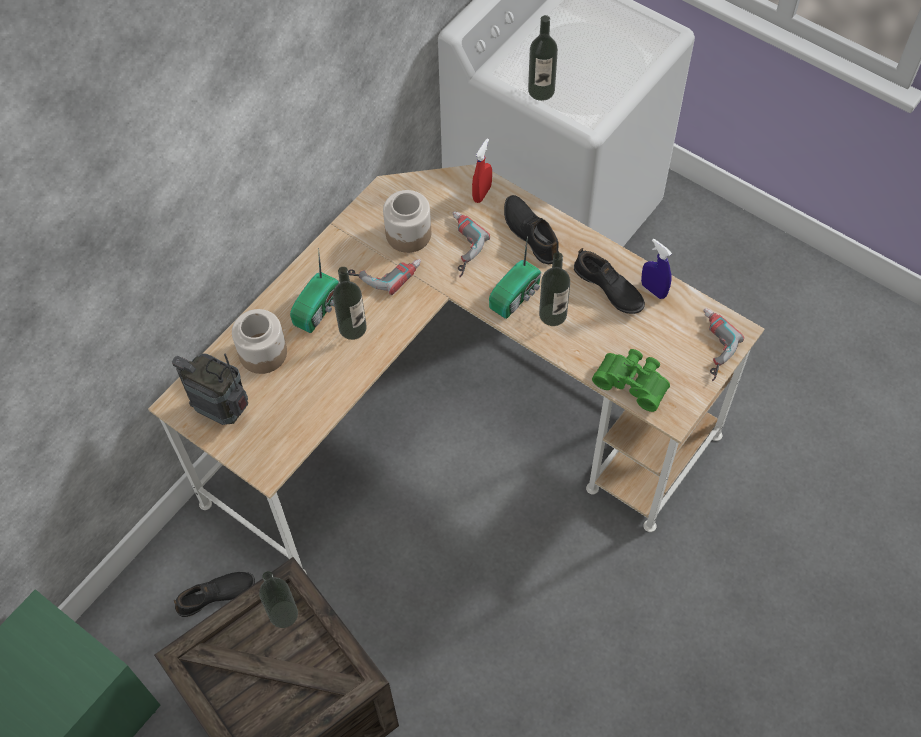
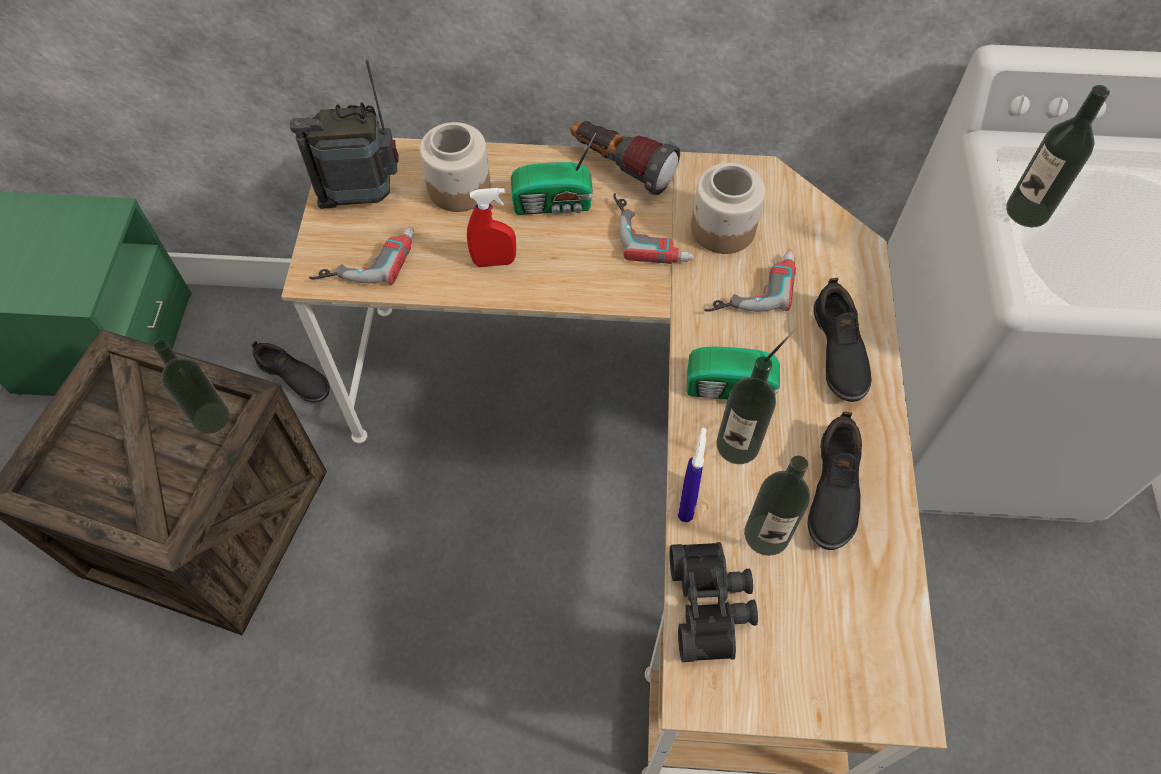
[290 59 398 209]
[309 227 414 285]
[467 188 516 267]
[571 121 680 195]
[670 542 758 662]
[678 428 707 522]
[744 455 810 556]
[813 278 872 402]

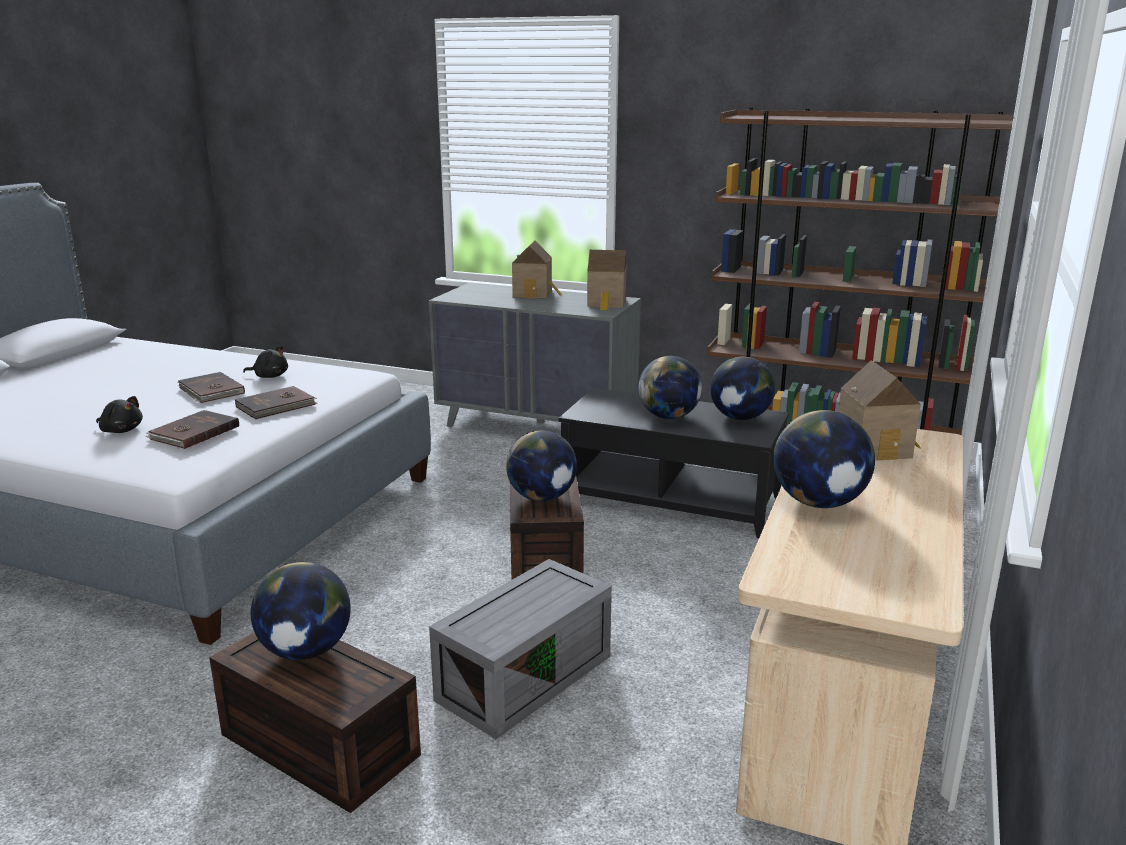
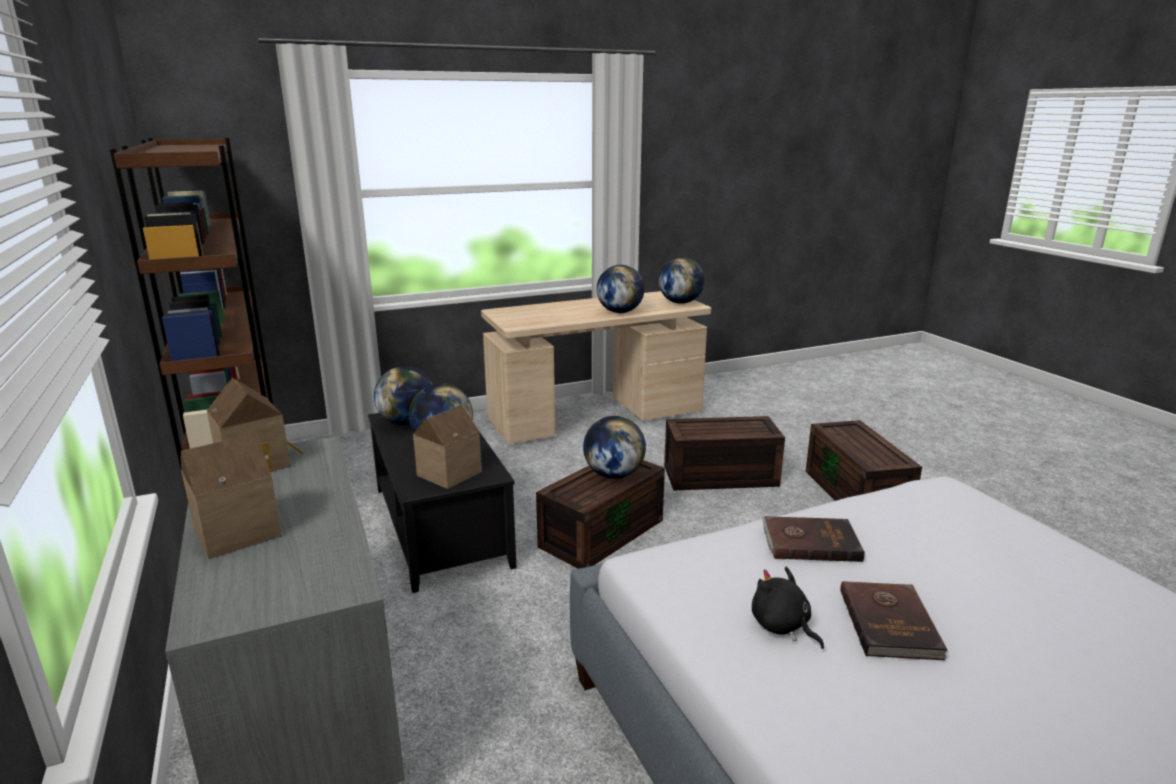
[413 405 482 489]
[659 257 705 304]
[664 416 785 490]
[96 396 143 433] (first image)
[146 410 239 449] (first image)

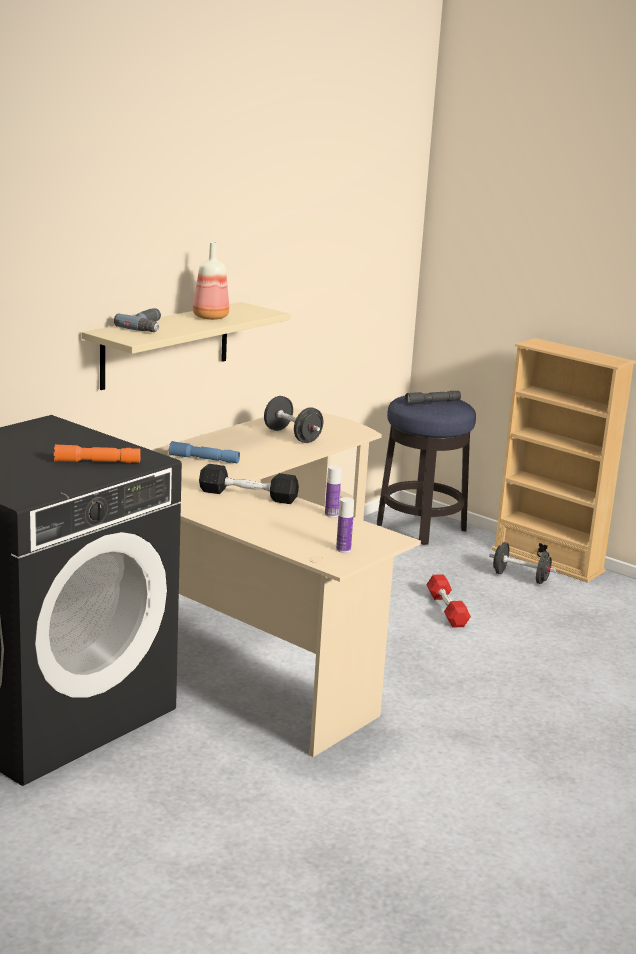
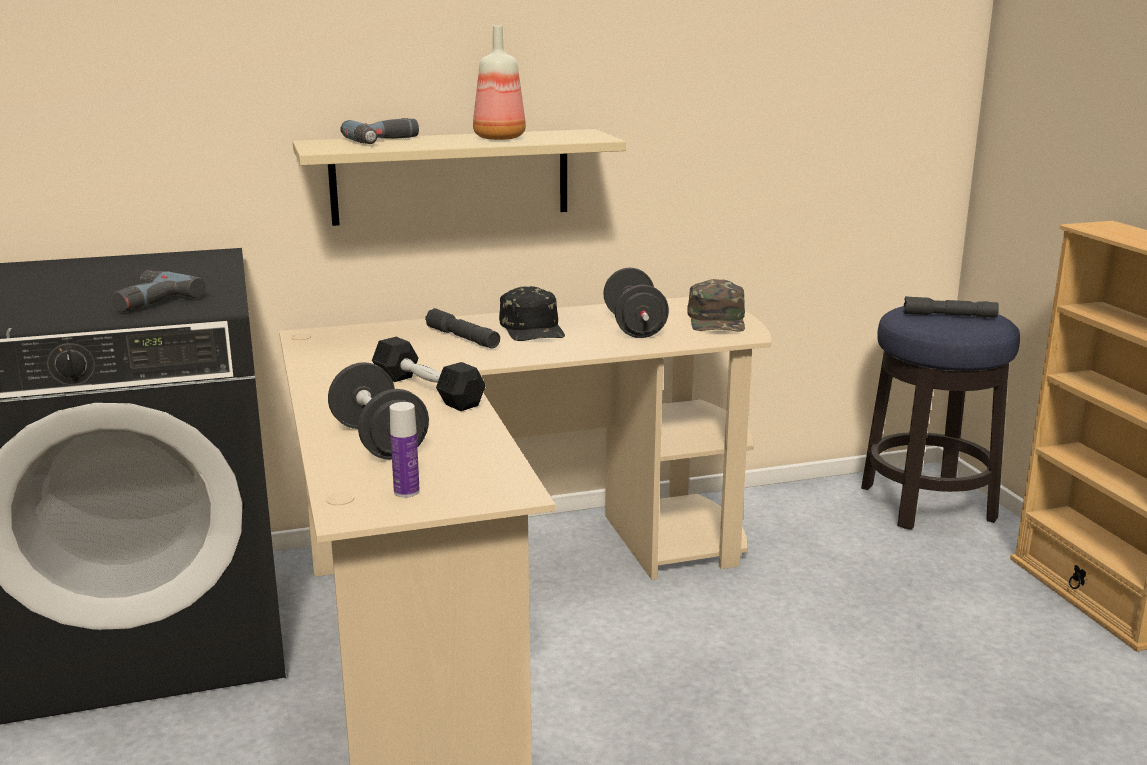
[112 270 206 312]
[328 362 429 460]
[425 308 500 349]
[499 286 565 341]
[687 279 745 332]
[325 465 342 517] (first image)
[427 574 471 628] (first image)

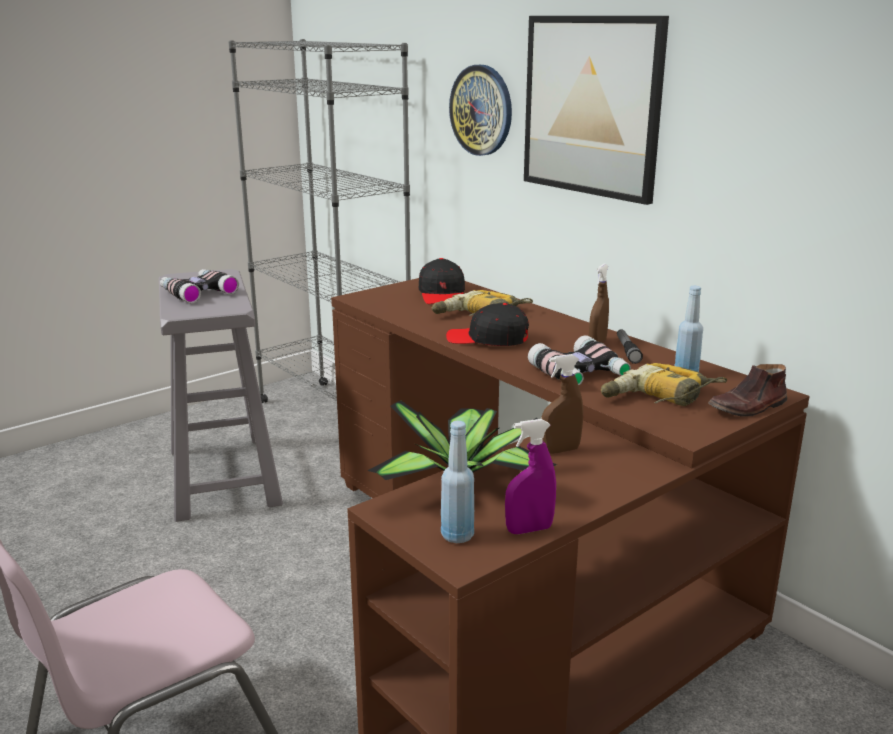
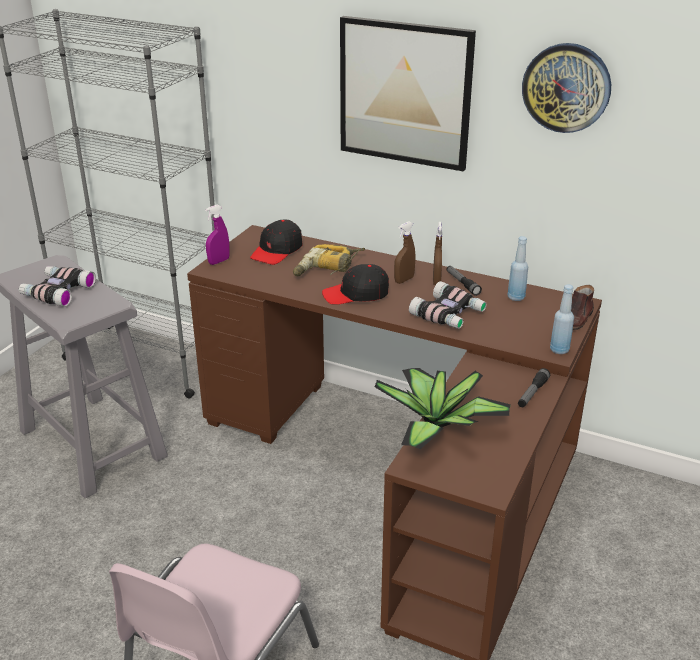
[205 205 230 265]
[250 220 302 265]
[394 221 416 284]
[518 368 550 407]
[522 43 611 133]
[550 284 574 354]
[601 363 727 406] (first image)

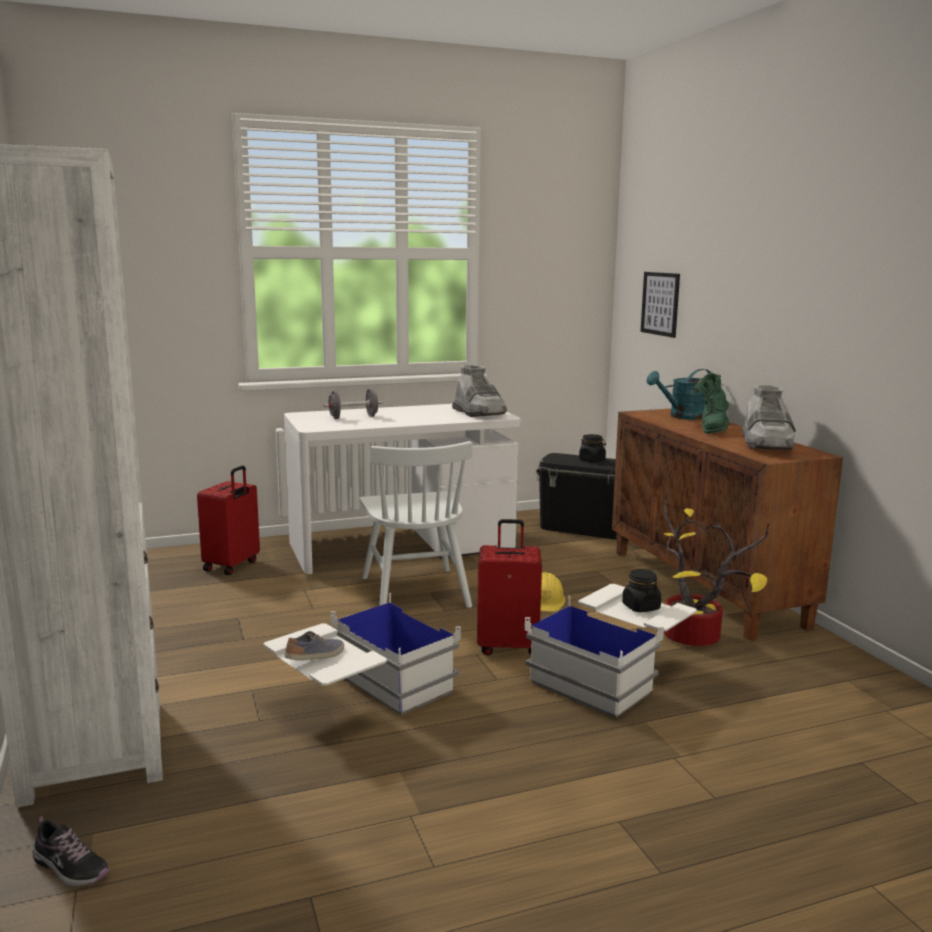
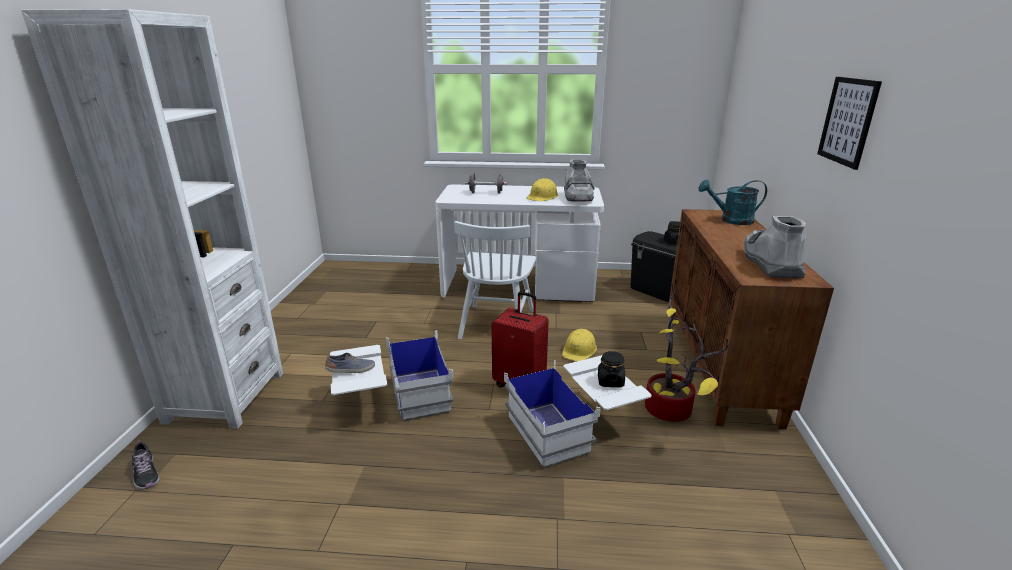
[527 178 558 201]
[744 216 806 278]
[817 77 882 170]
[197 466 260 575] (first image)
[695 372 729 434] (first image)

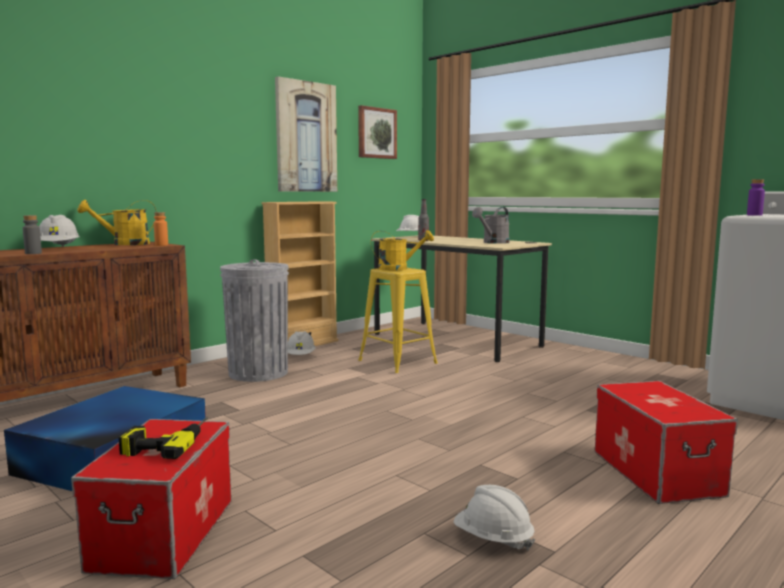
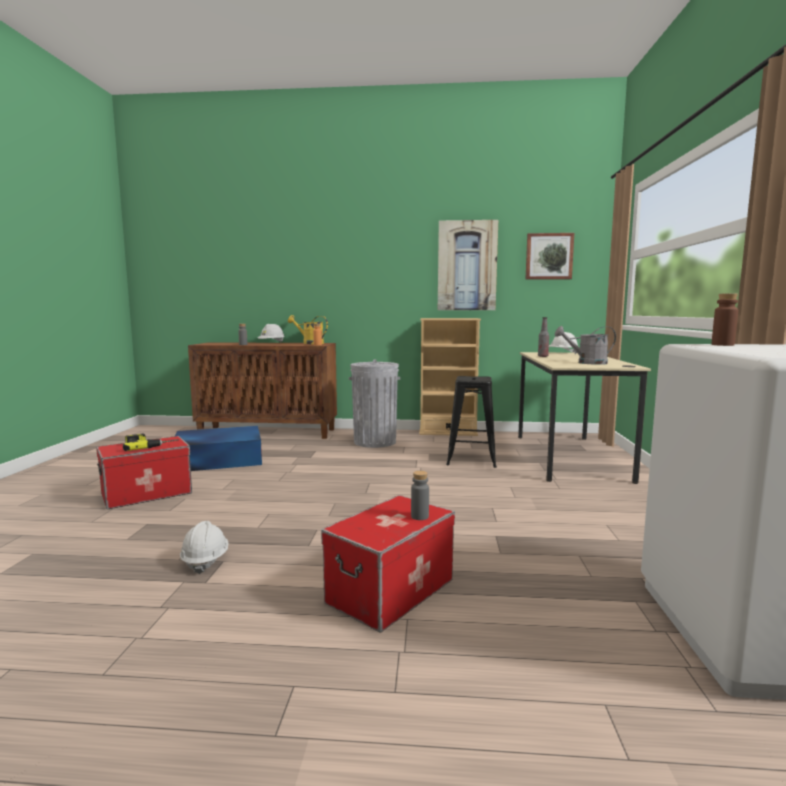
[411 471 429 520]
[446 376 497 468]
[712 293 738 346]
[288 331 316 355] (first image)
[371 230 434 271] (first image)

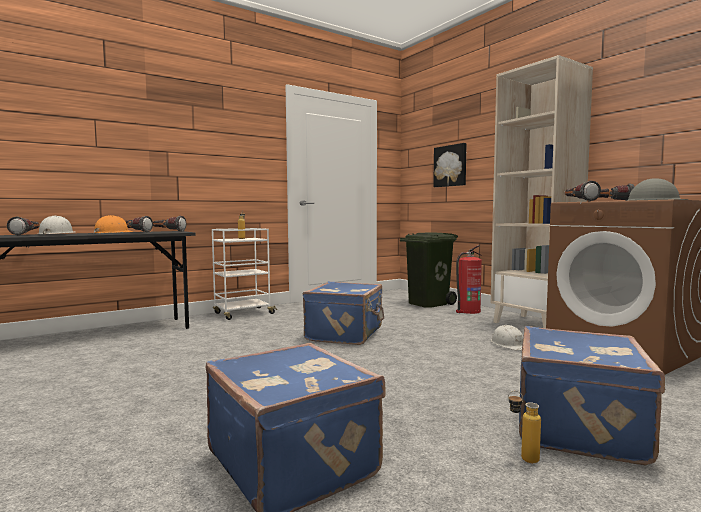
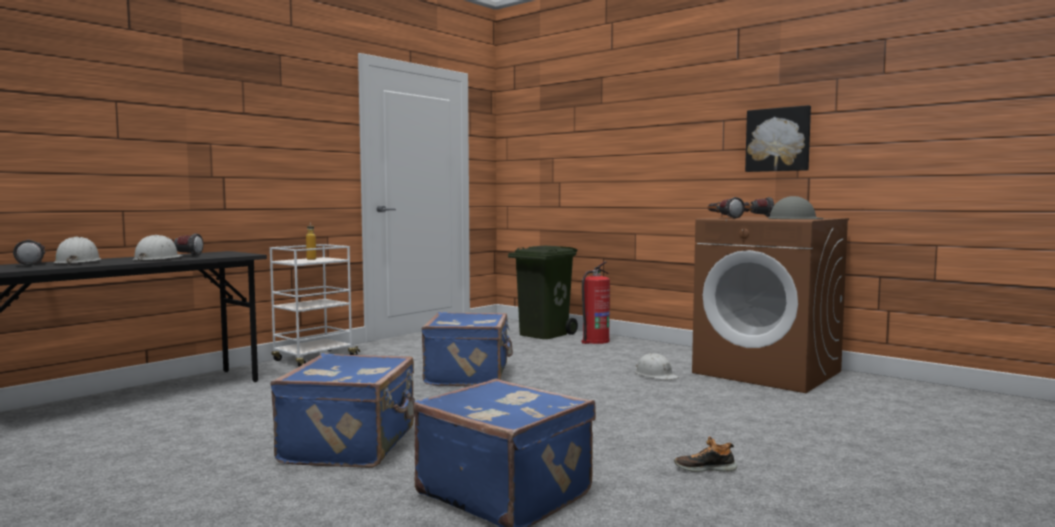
[133 235 184 261]
[270 353 415 468]
[674 437 737 472]
[745 105 811 172]
[153 216 187 232] (first image)
[491 55 593 328] (first image)

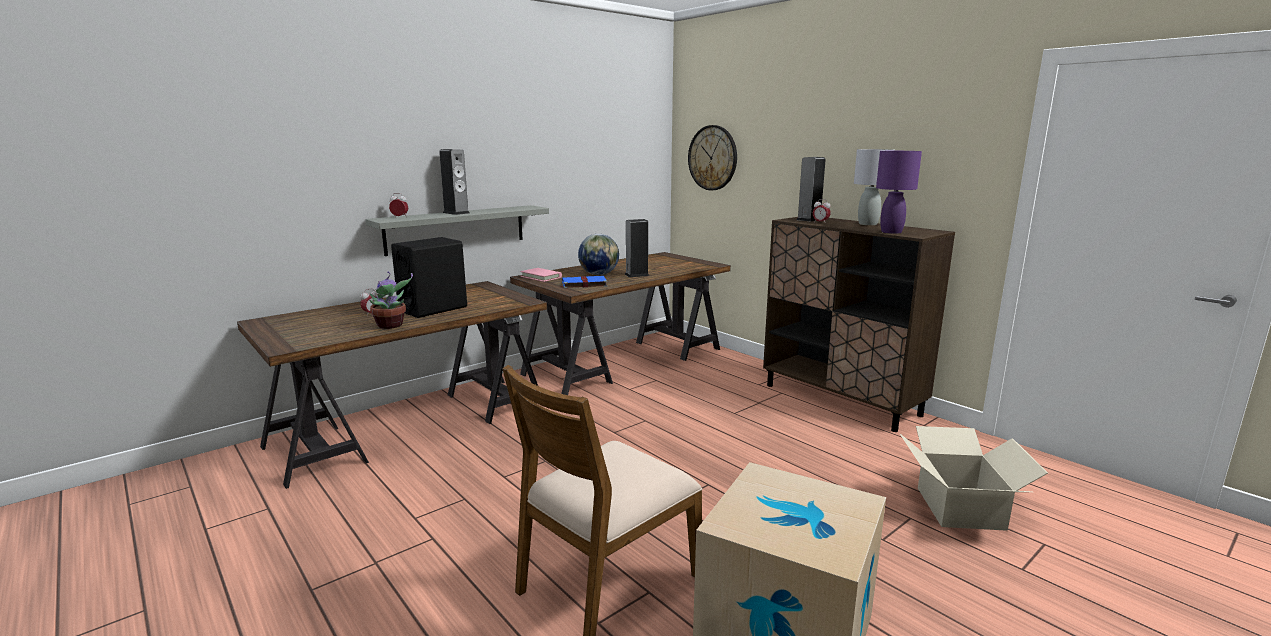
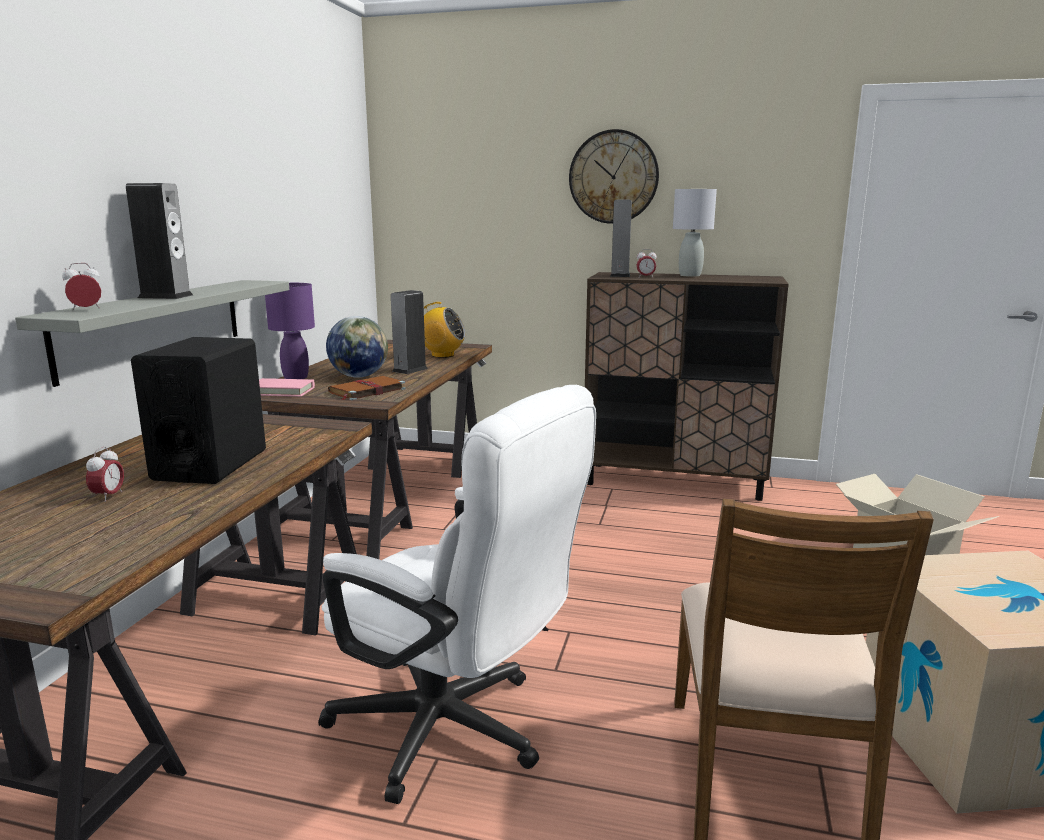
[265 283 315 379]
[318 385 596 804]
[328 376 406 400]
[424 302 466 358]
[569 129 659 224]
[369 272 413 329] (first image)

